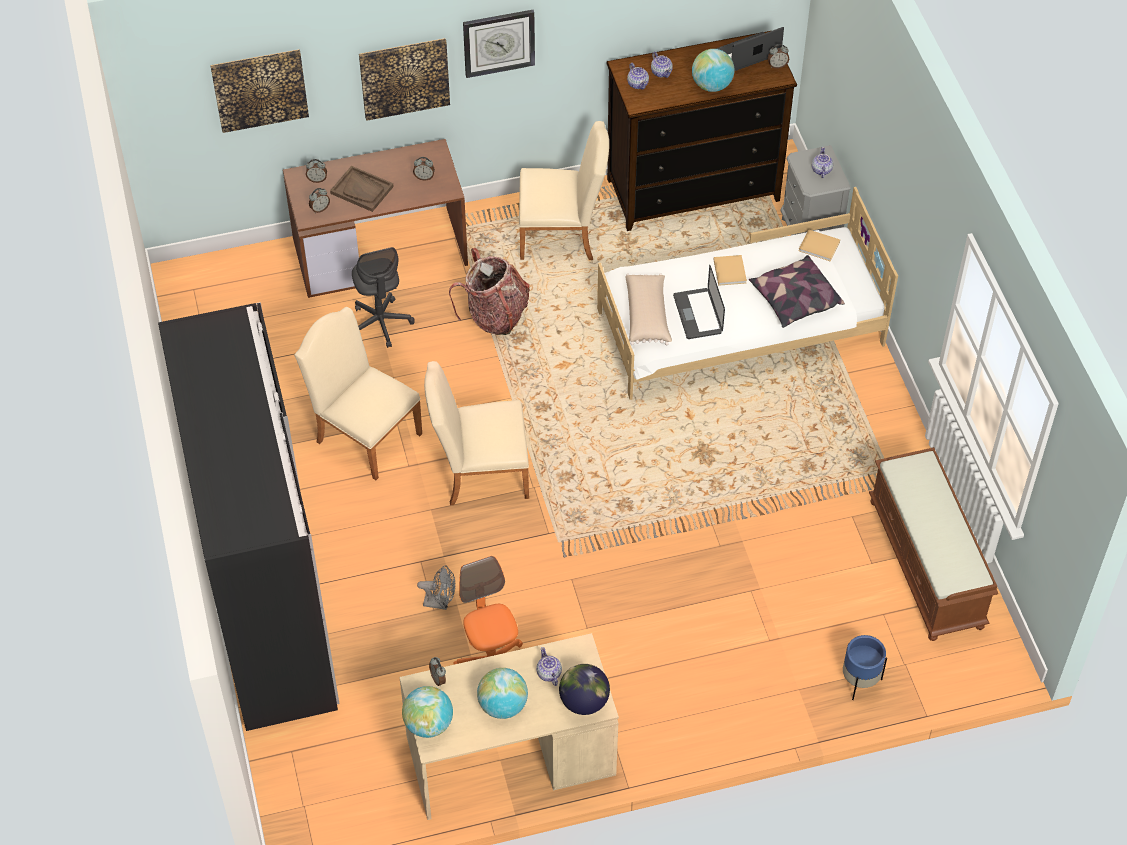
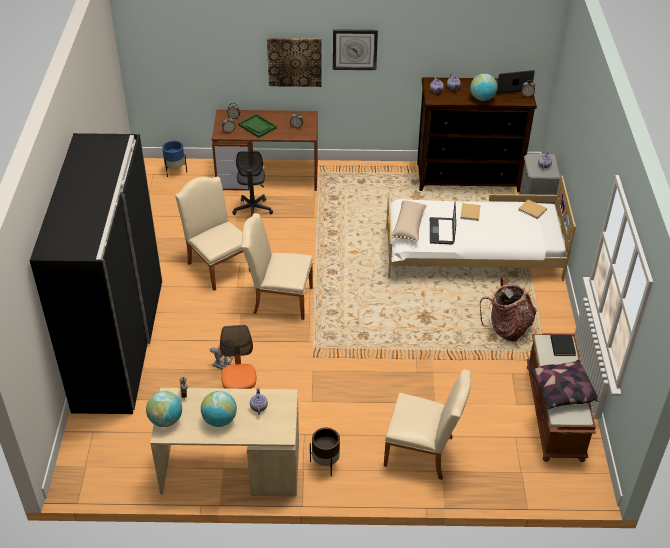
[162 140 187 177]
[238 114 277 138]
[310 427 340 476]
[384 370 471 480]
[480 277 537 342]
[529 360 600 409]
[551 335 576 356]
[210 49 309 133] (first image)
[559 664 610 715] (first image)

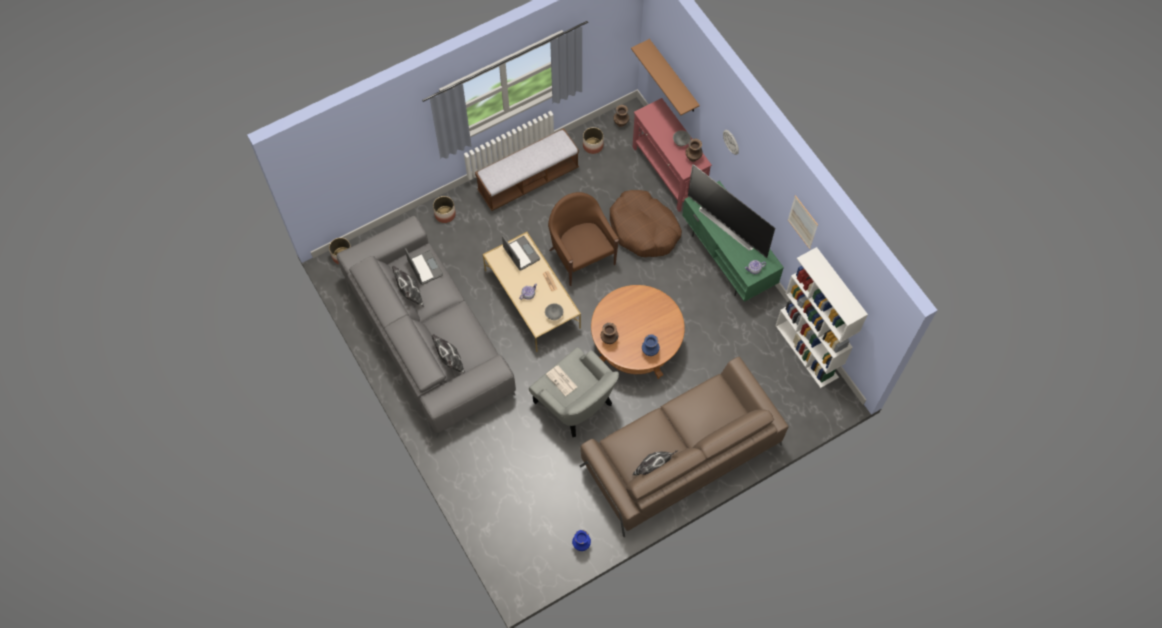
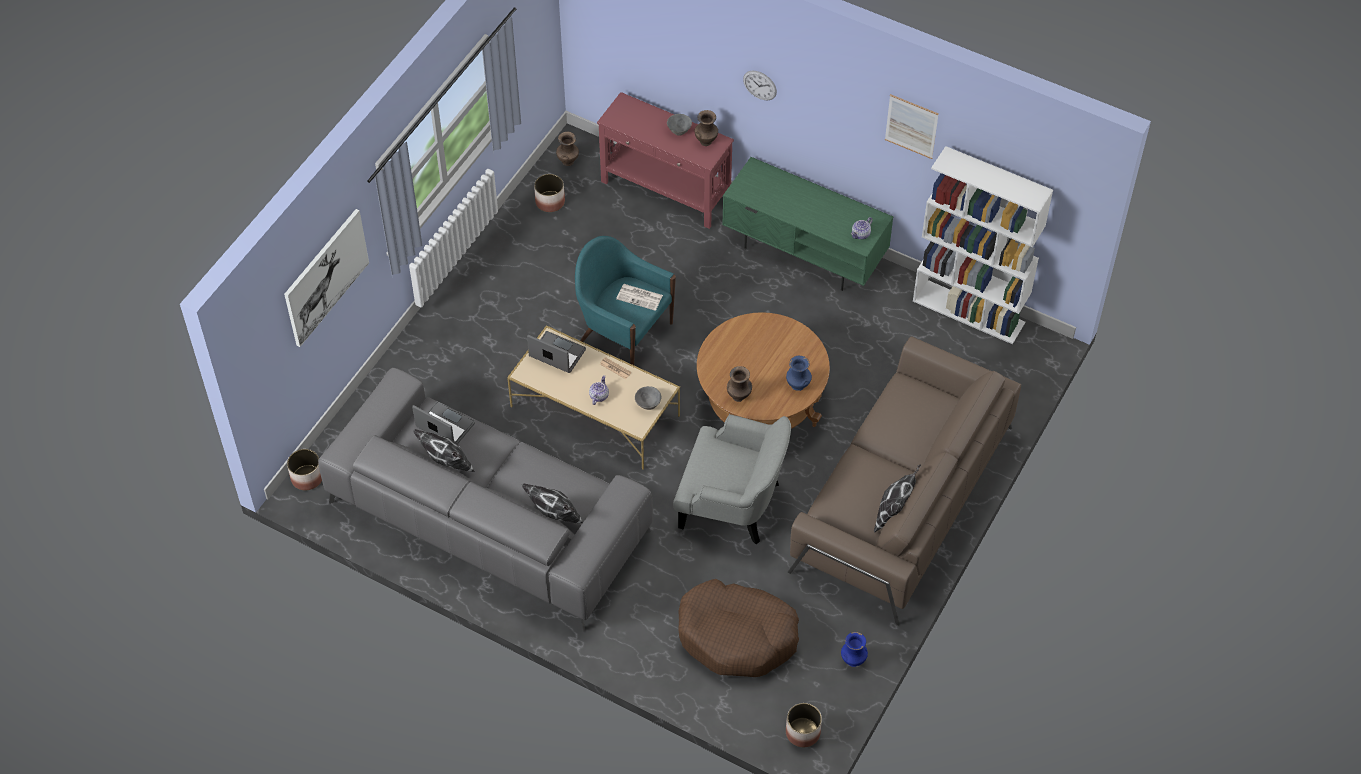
[284 209 369 347]
[575 236 676 365]
[616 284 663 311]
[678 579 799 677]
[786 703 822 747]
[475 128 579 211] (first image)
[631 39 700 115] (first image)
[688 164 775 258] (first image)

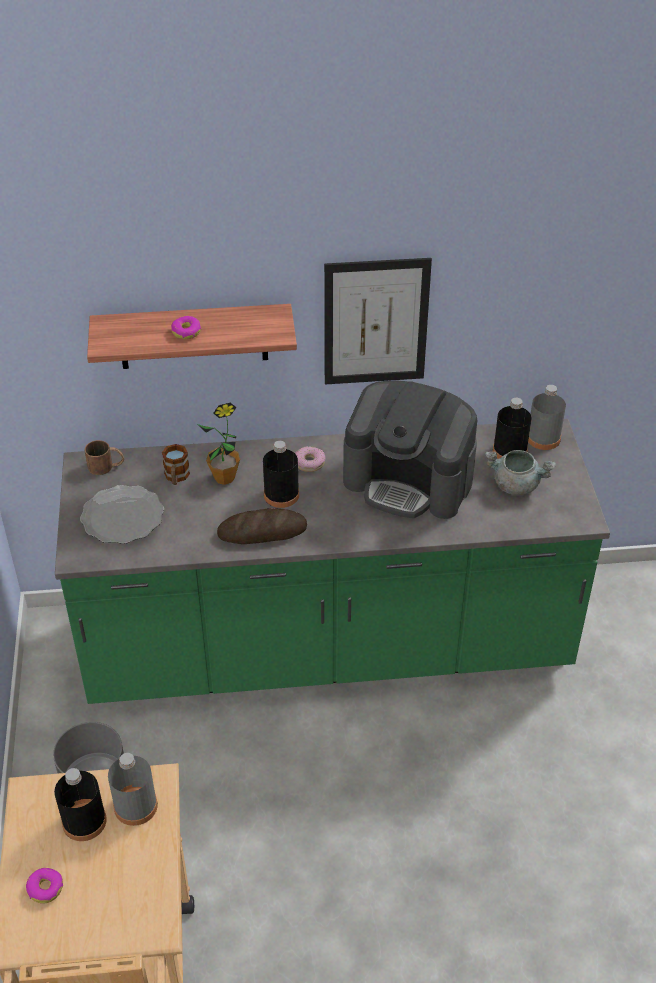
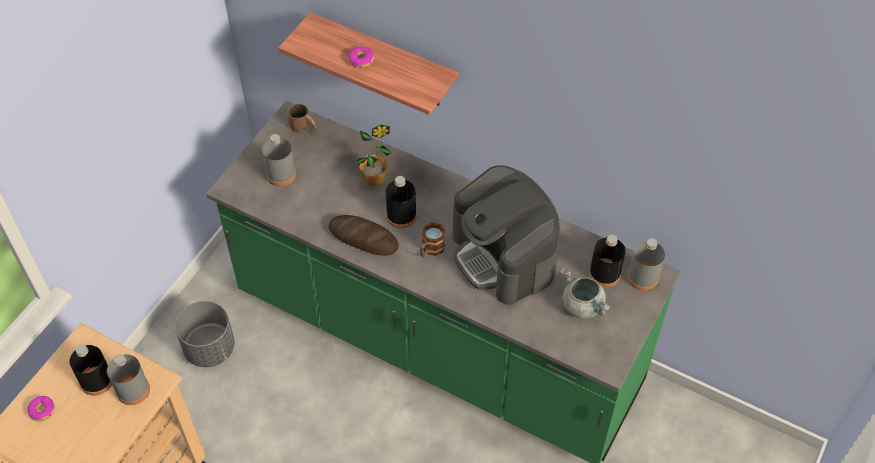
[262 134 296 186]
[420 223 445 258]
[295 446 325 472] (first image)
[324 258 432 384] (first image)

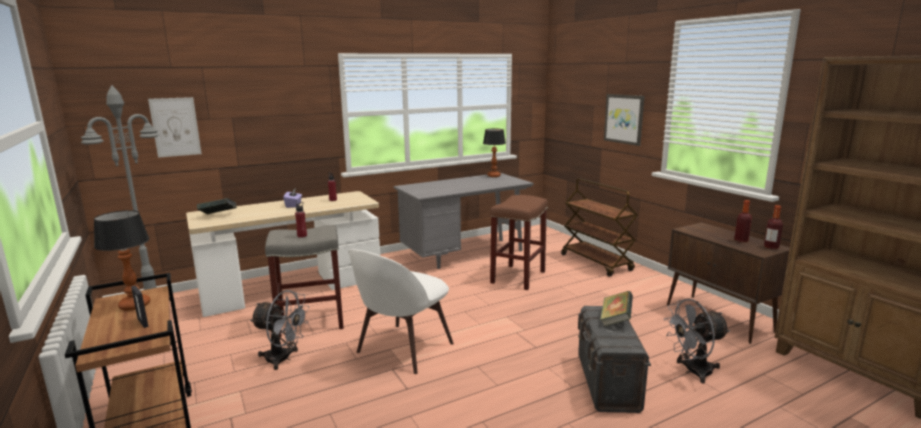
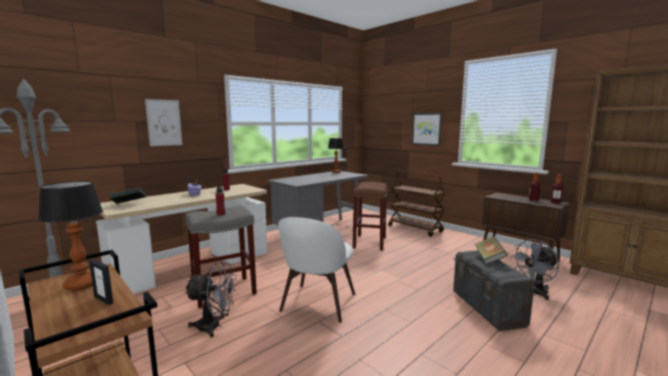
[145 99 182 146]

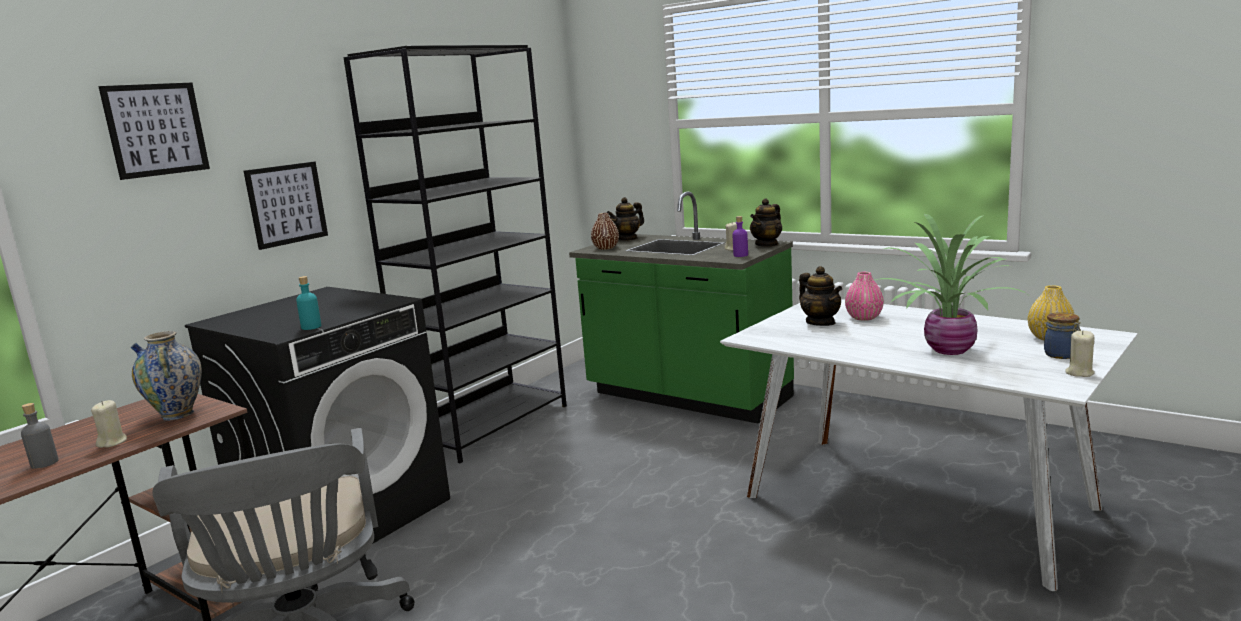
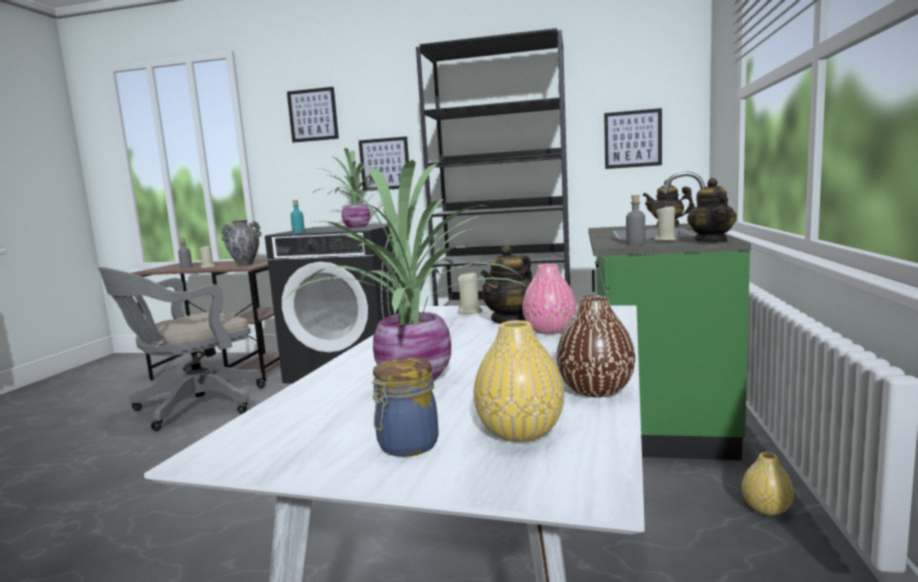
[311 148 394 228]
[458 271 482 314]
[557 295 635 398]
[604 108 662 169]
[626 195 645 245]
[687 178 737 242]
[742 452 794 516]

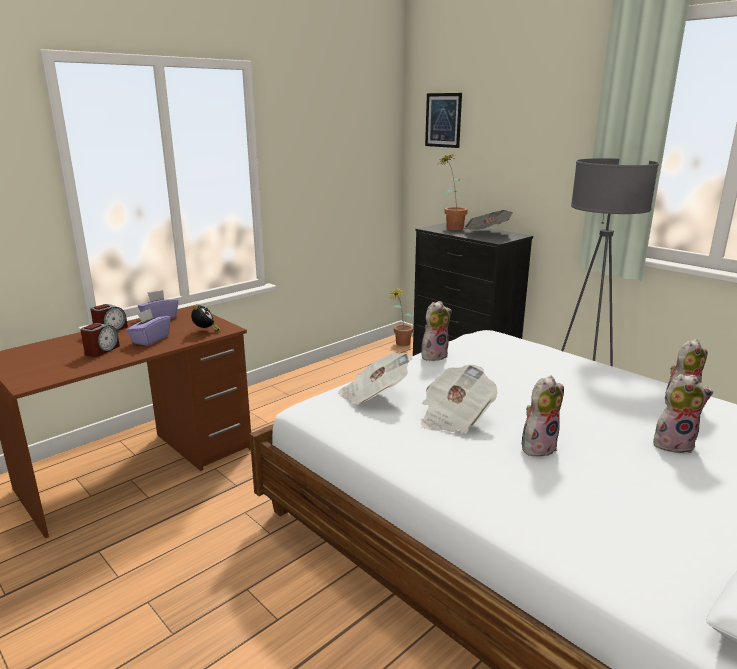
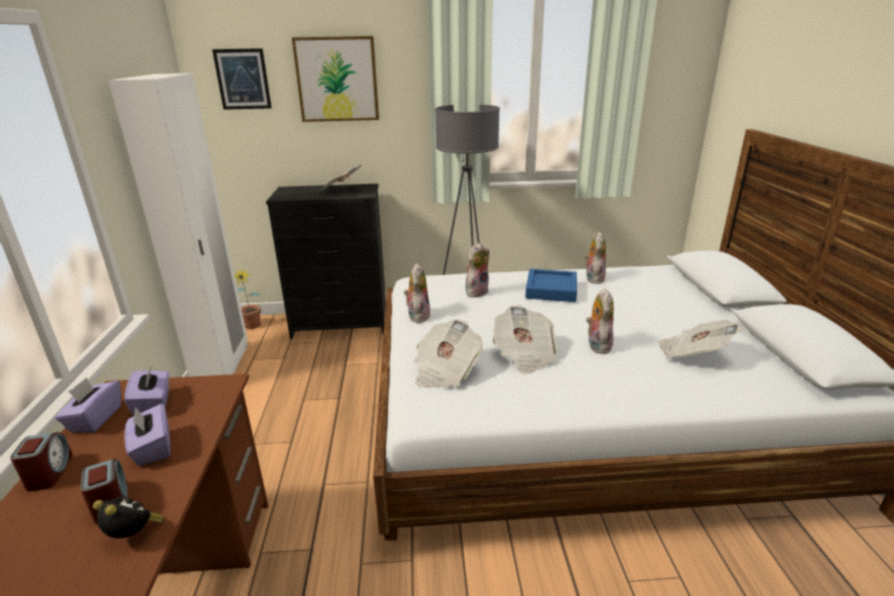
[93 496 164 538]
[108 73 248 377]
[125 365 169 416]
[292 36 379 122]
[466 243 489 297]
[525 269 577 302]
[658 320 741 359]
[439 154 468 230] (first image)

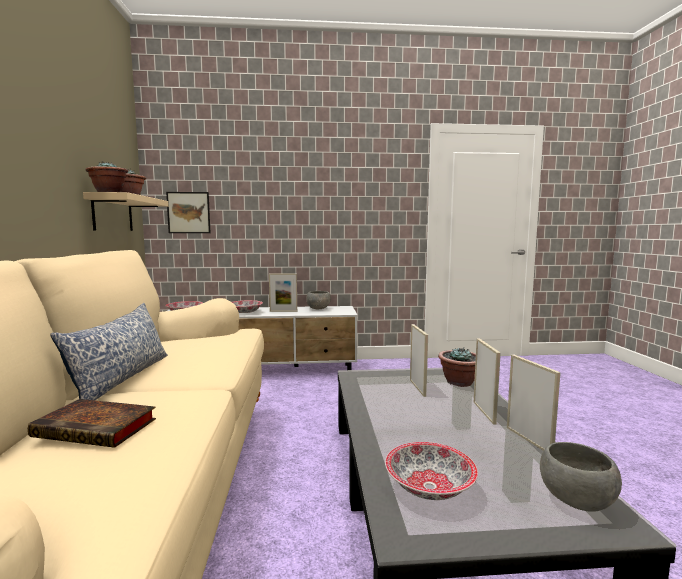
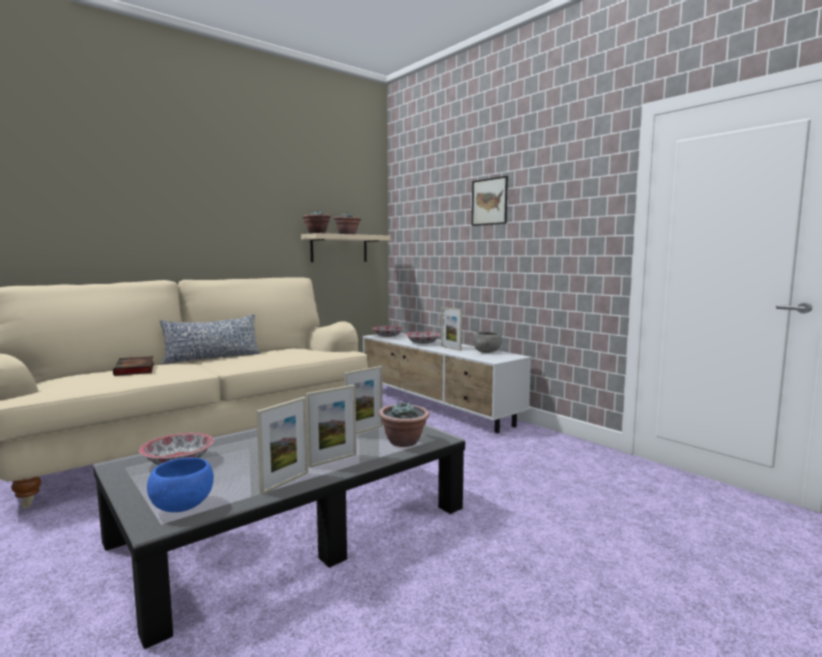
[147 458 214 512]
[472 176 508 226]

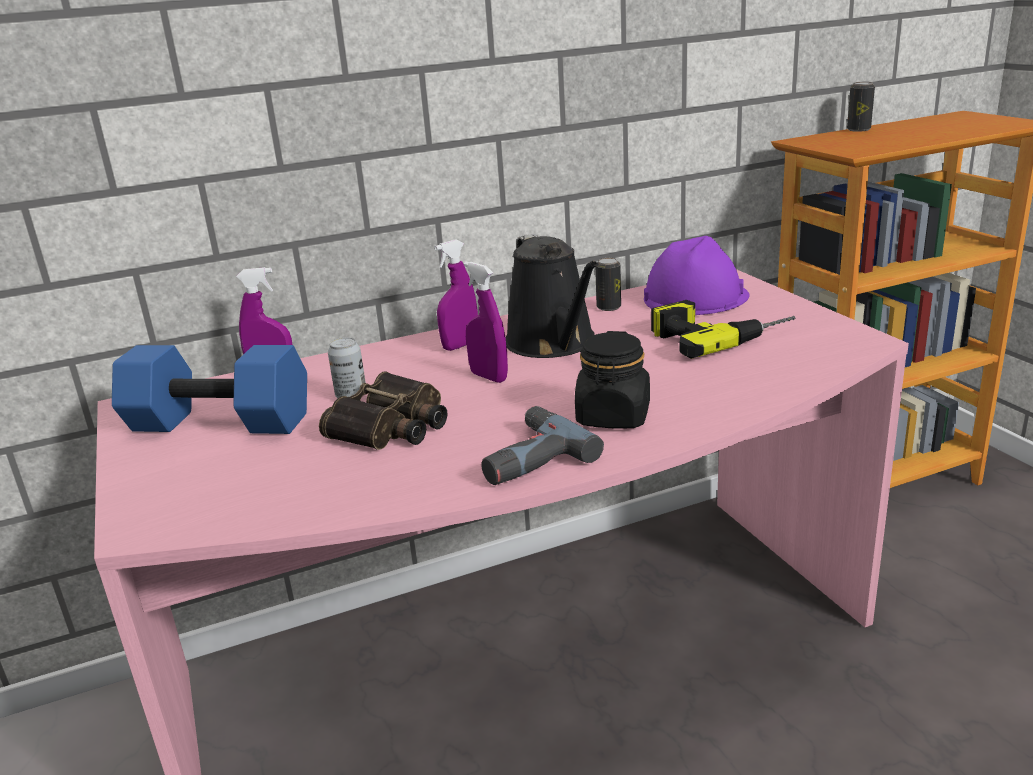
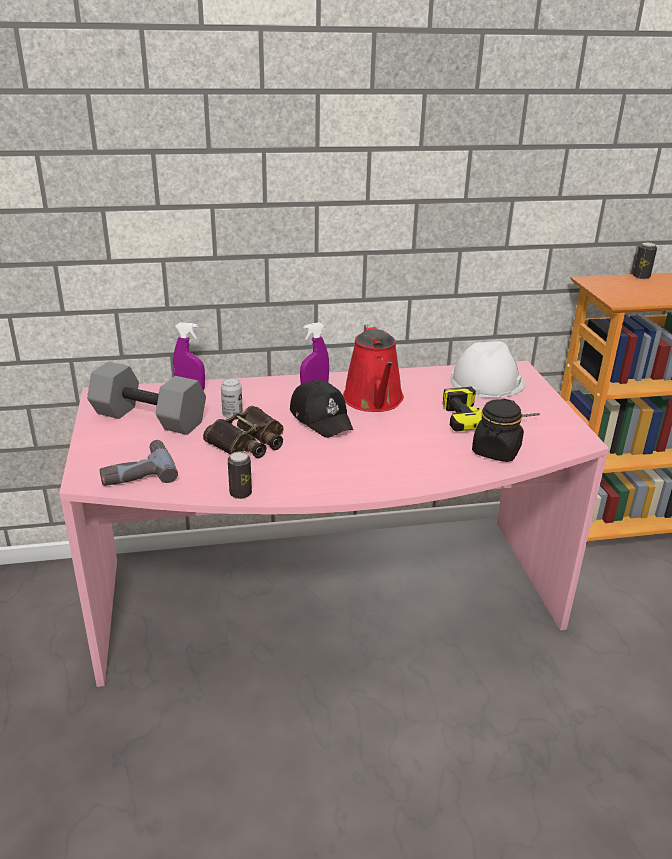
[87 362 206 435]
[100 440 178 486]
[228 452 252 499]
[290 380 353 438]
[343 324 404 412]
[450 341 526 398]
[472 398 524 462]

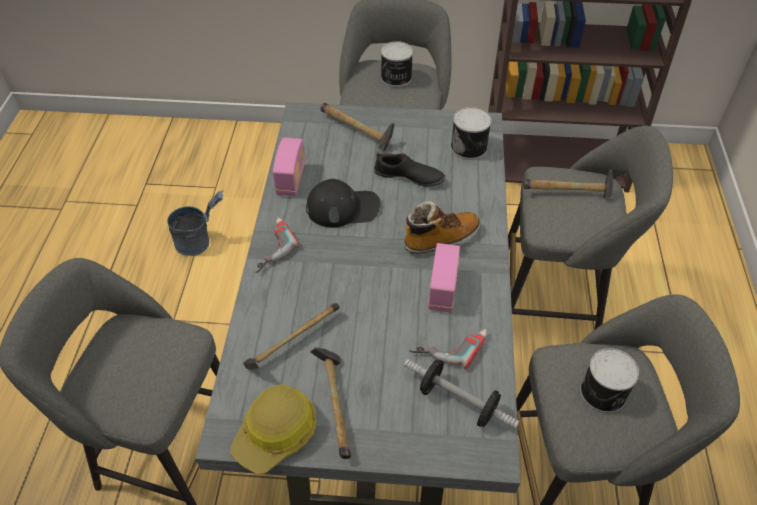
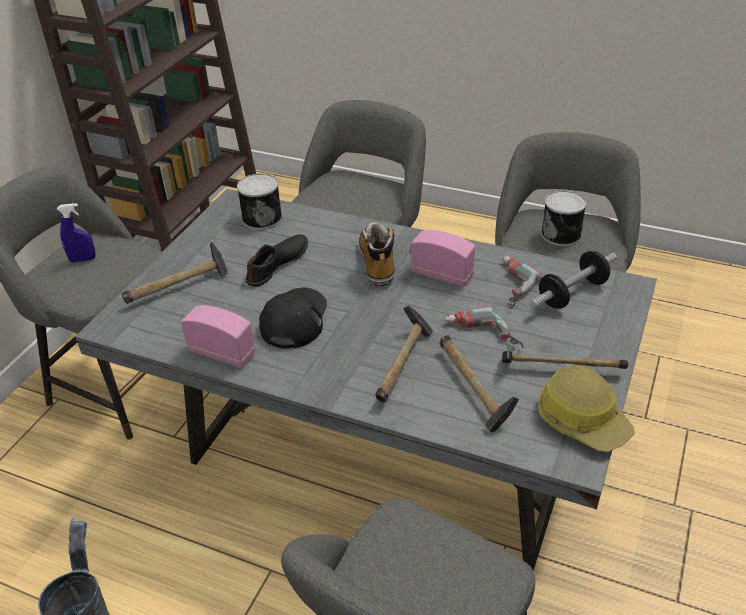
[57 203 96 262]
[375 305 433 403]
[444 306 524 348]

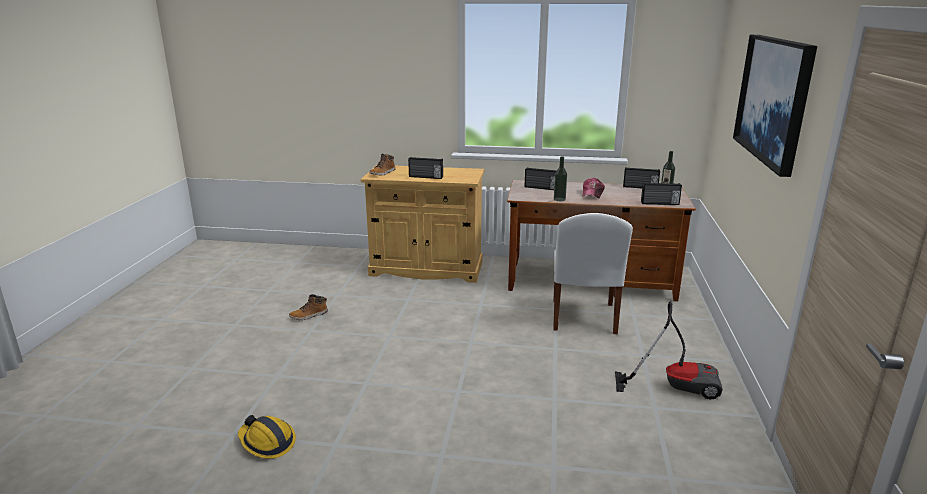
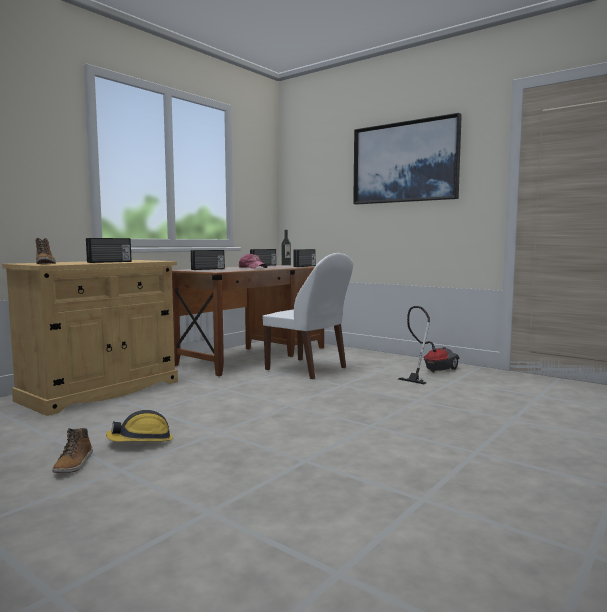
[106 410 173 442]
[554 156 567 201] (first image)

